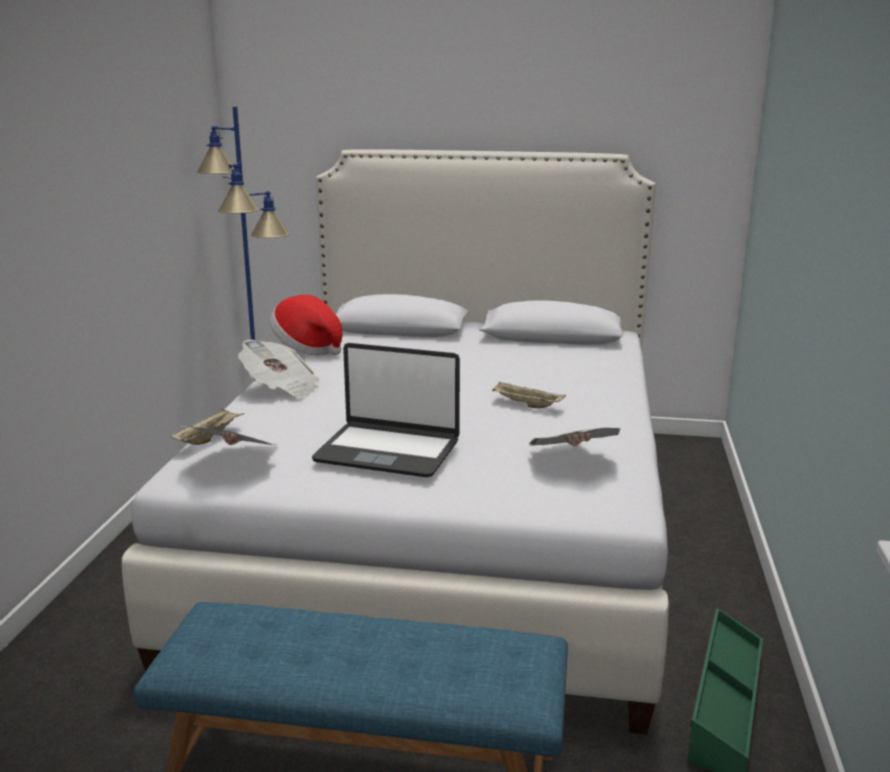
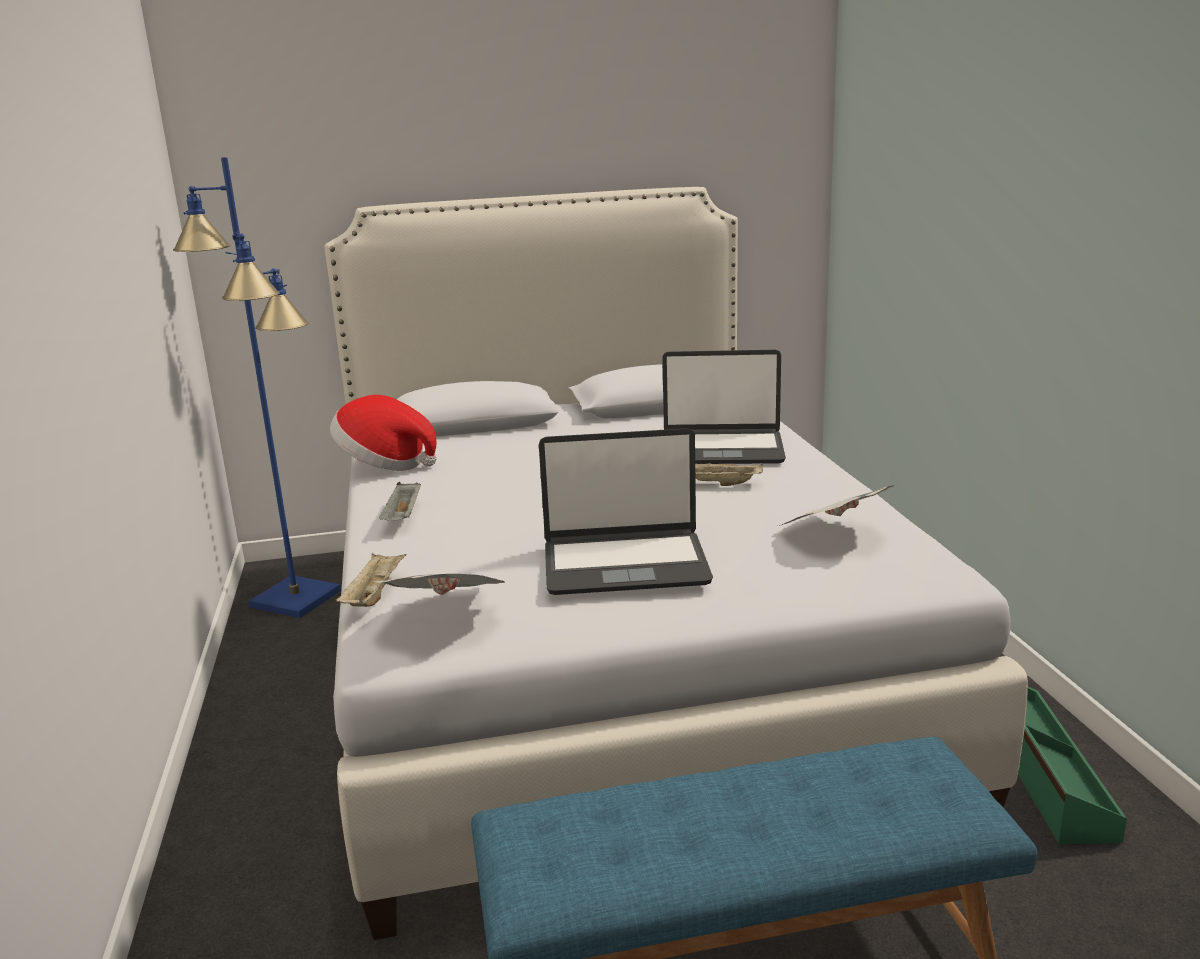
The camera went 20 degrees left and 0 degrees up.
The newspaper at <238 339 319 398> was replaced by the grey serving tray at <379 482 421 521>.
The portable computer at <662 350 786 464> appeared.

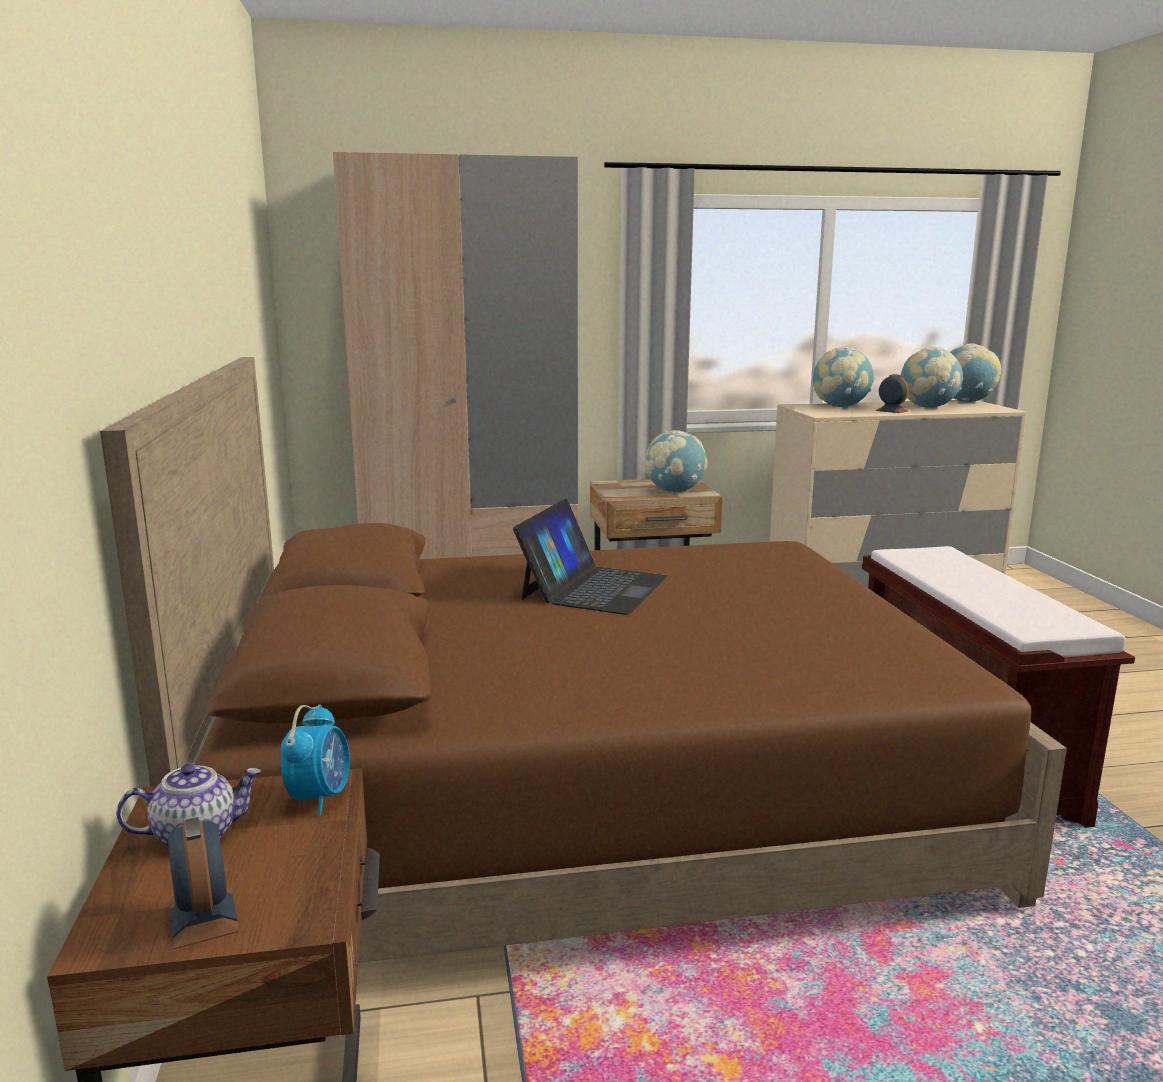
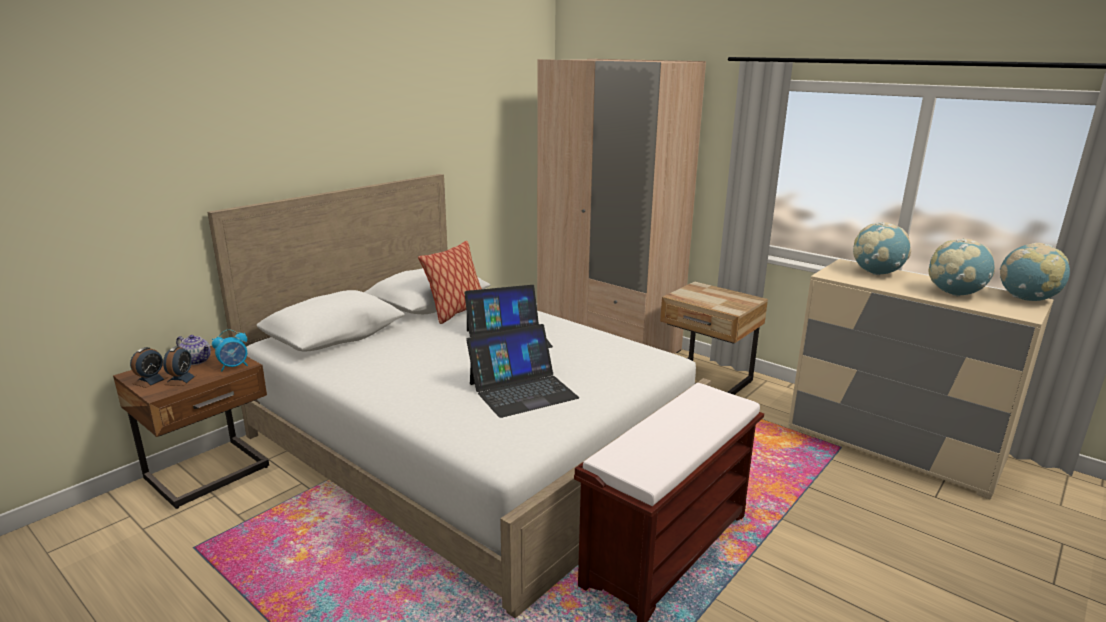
The camera went 50 degrees right and 5 degrees up.
The table clock moved from <876 374 909 413> to <163 346 198 386>.
The brown-coloured bedroom bed at <100 357 1067 963> became the whitish bedroom bed at <207 174 711 618>.
The pillow at <418 241 482 324> appeared.
The portable computer at <466 324 579 418> appeared.
The globe at <645 430 707 494> disappeared.

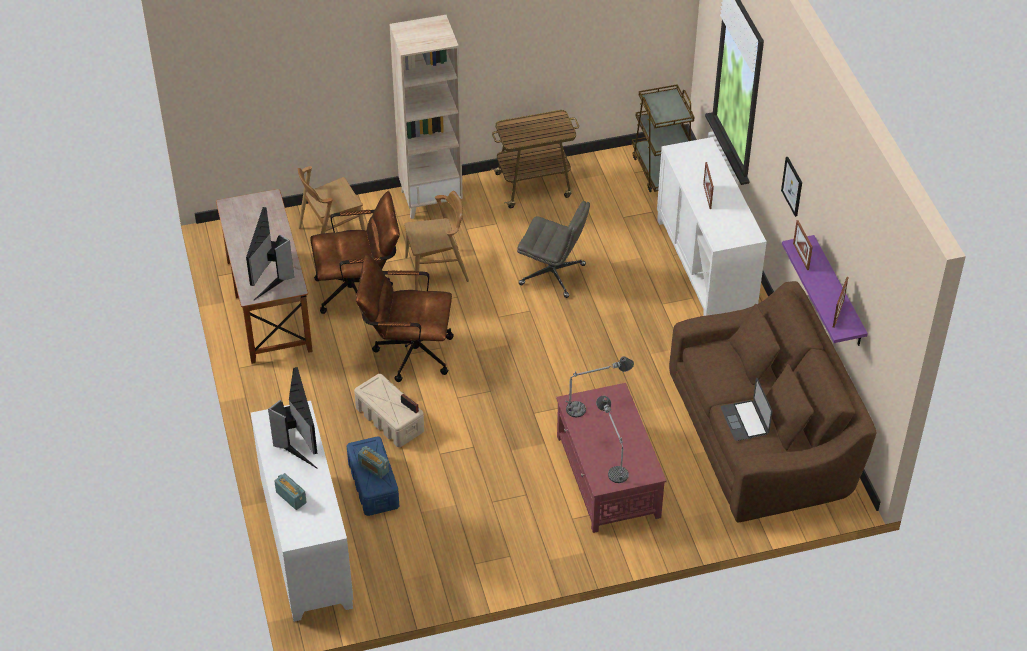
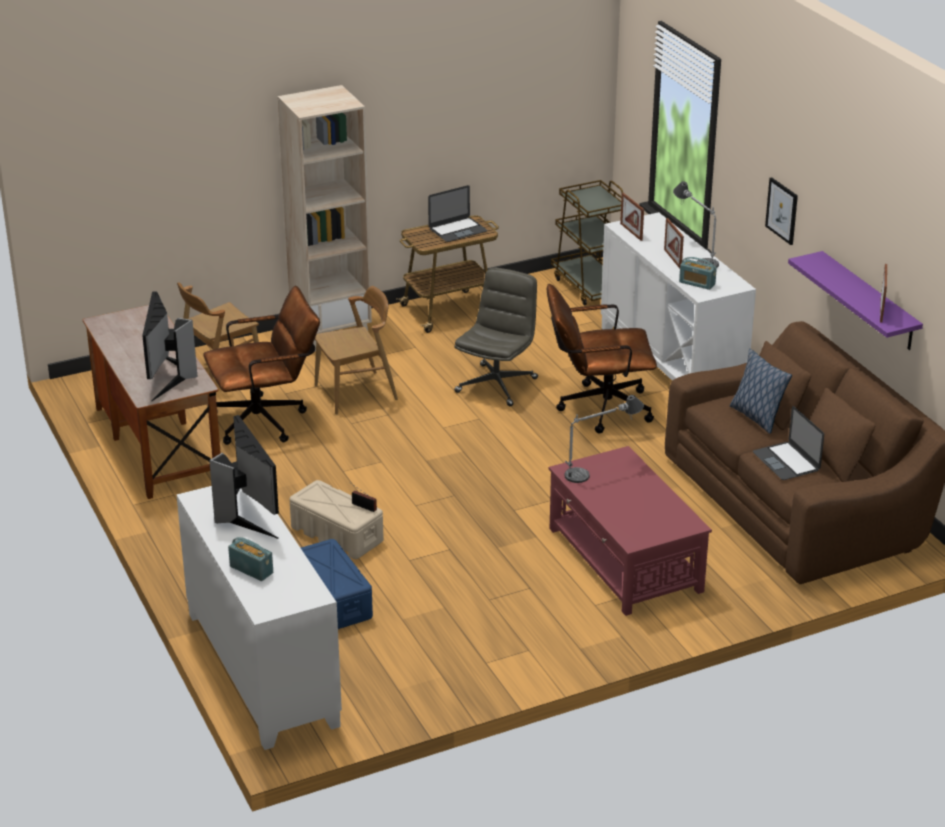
The camera went 10 degrees left and 15 degrees down.
The portable computer at <428 185 487 242> appeared.
The grey computer chair at <517 201 590 298> turned 75 degrees counterclockwise.
The brown-coloured computer chair moved from <356 254 454 382> to <547 284 657 433>.
The standing frame moved from <793 220 813 270> to <620 193 644 241>.
The table lamp moved from <596 396 629 483> to <673 181 719 268>.
The radio moved from <358 446 389 479> to <679 257 717 290>.
The pillow at <730 349 792 434> appeared.

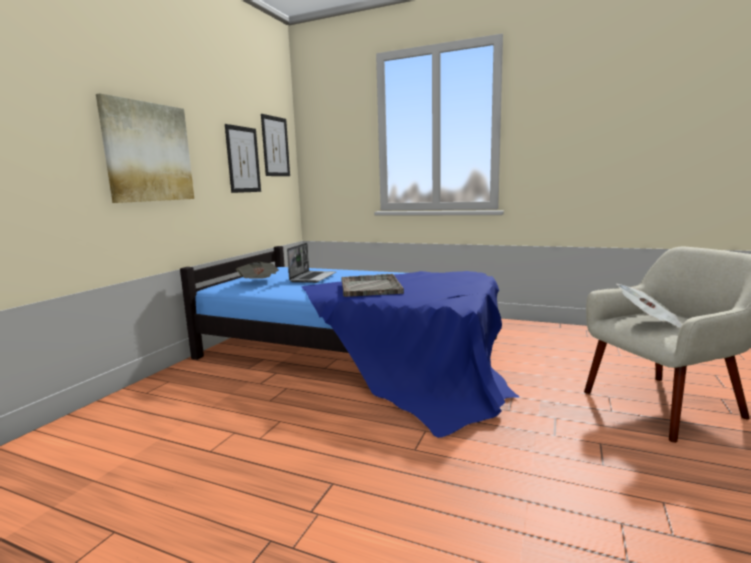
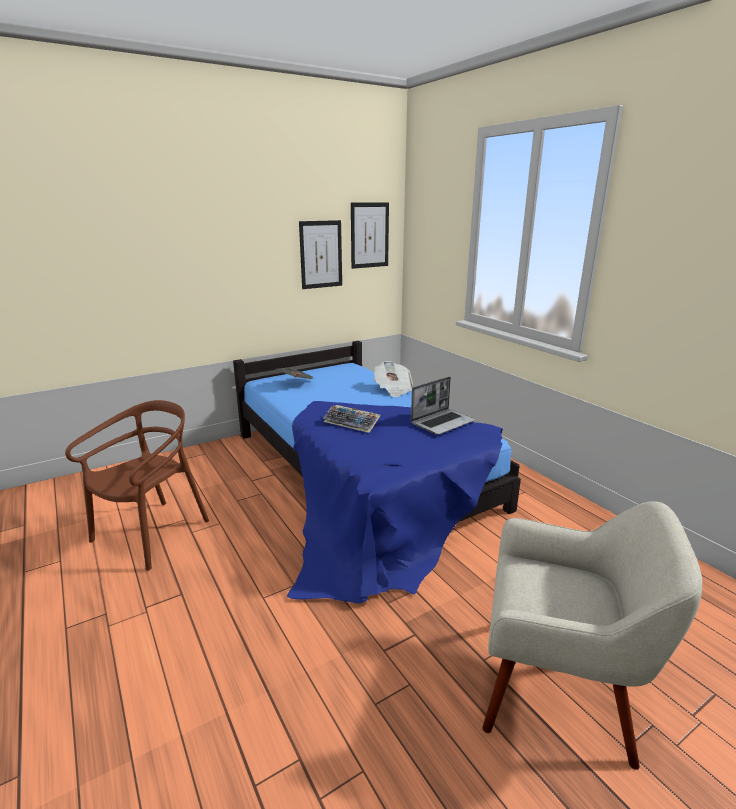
The camera went 35 degrees right and 10 degrees up.
The brown-coloured chair at <65 400 209 571> appeared.
The grey serving tray at <341 274 404 297> was replaced by the PC keyboard at <323 405 381 433>.
The newspaper moved from <616 284 682 328> to <374 361 413 397>.
The portable computer moved from <287 243 336 283> to <411 376 475 435>.
The wall picture at <96 93 194 203> disappeared.

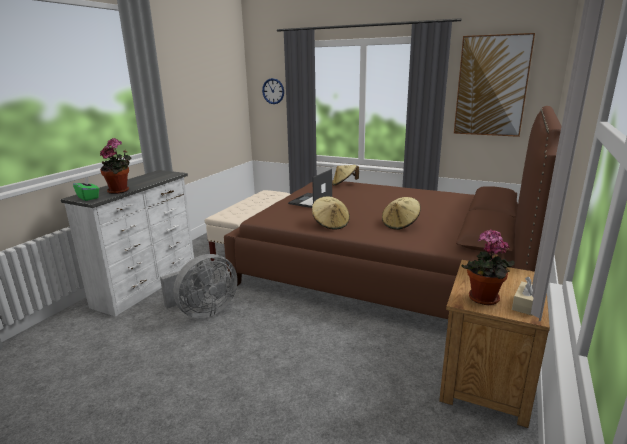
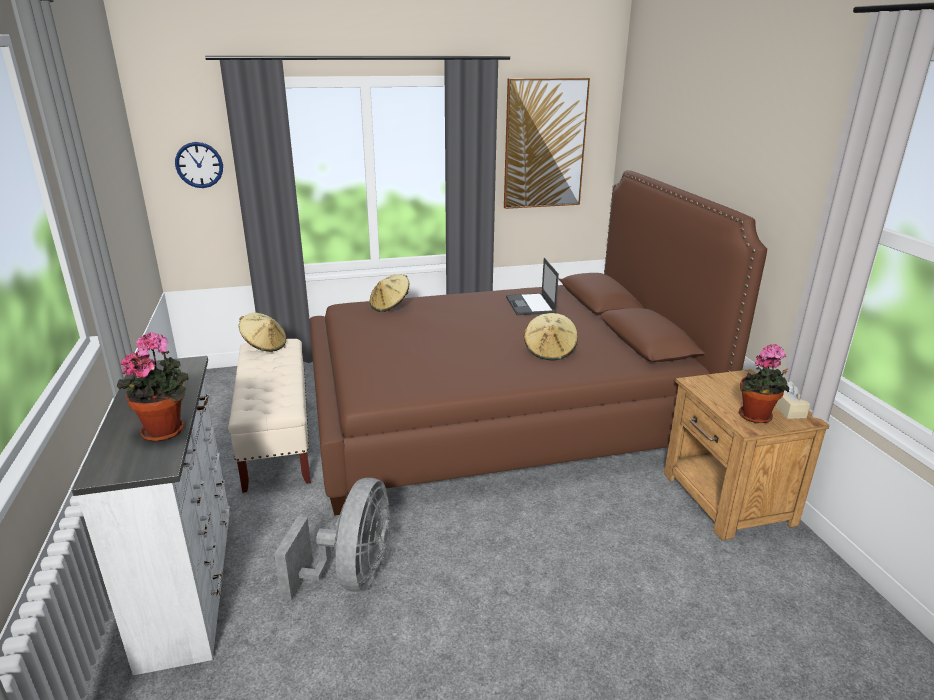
The camera went 40 degrees left and 5 degrees up.
The beige wearable hat moved from <312 197 350 229> to <239 313 286 352>.
The portable computer moved from <288 169 332 208> to <506 258 559 315>.
The green tissue box at <73 177 99 201> disappeared.

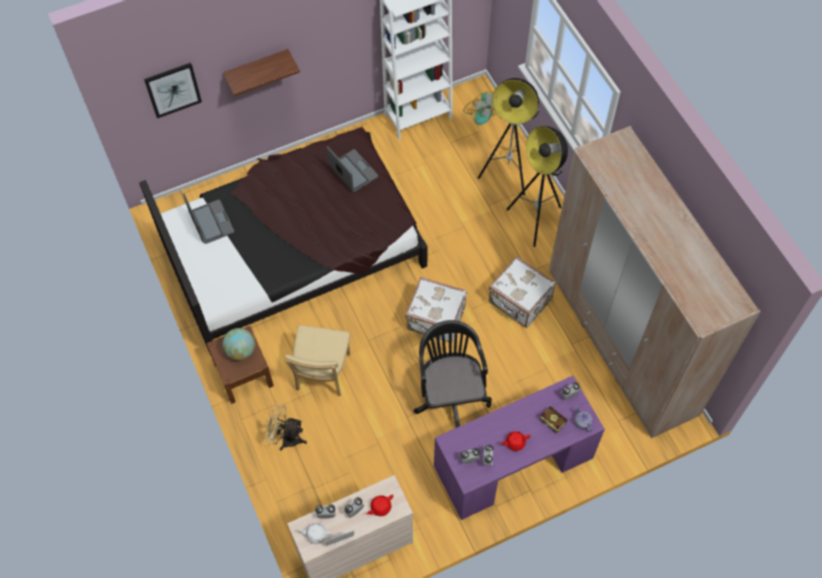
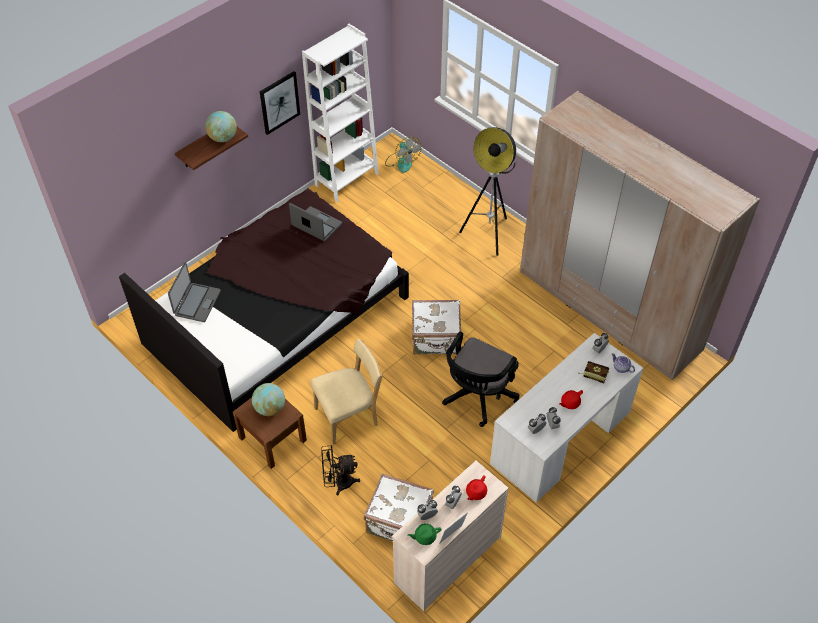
The camera went 20 degrees left and 10 degrees down.
The portable computer at <183 194 234 244> turned 60 degrees clockwise.
The globe at <205 111 237 142> appeared.
The wall picture moved from <144 63 202 118> to <260 71 300 135>.
The beige chair at <285 325 350 396> turned 105 degrees counterclockwise.
The beige electric fan at <265 404 307 450> became the blackish electric fan at <321 445 360 496>.
The whitish travel case moved from <489 256 556 328> to <364 473 433 541>.
The whitish tea pot at <298 523 332 544> became the green tea pot at <408 523 442 545>.
The blackish computer chair at <414 320 492 428> turned 120 degrees counterclockwise.
The purple-coloured desk at <434 376 605 520> became the whitish desk at <490 333 643 503>.
The standing lamp at <478 78 540 195> disappeared.

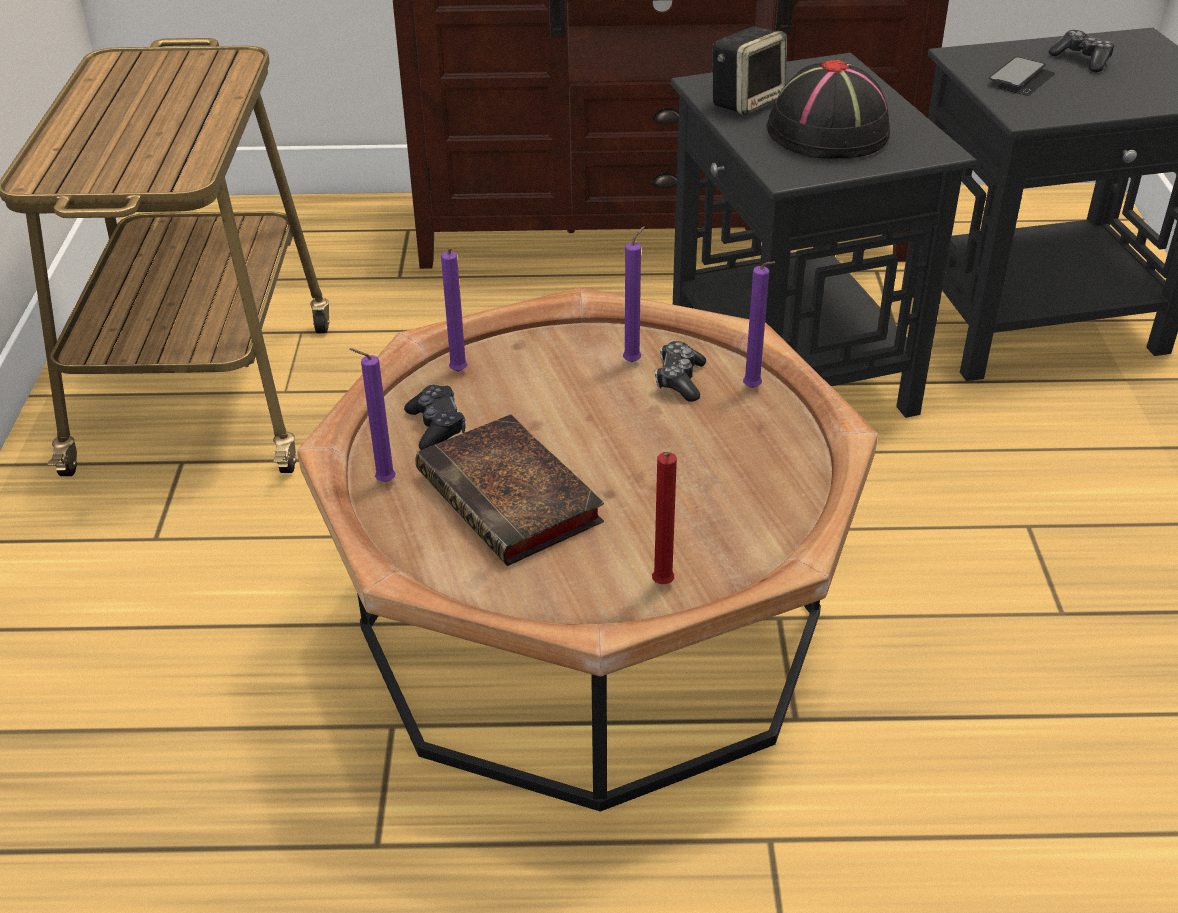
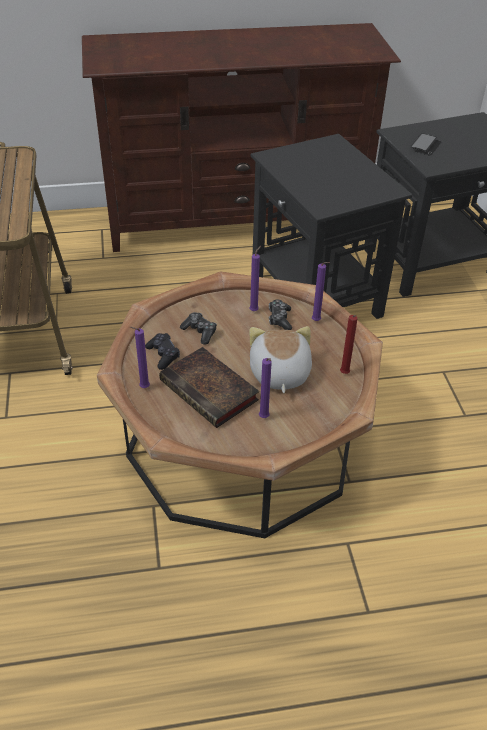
The camera went 10 degrees left and 5 degrees up.
The gamepad moved from <1049 30 1115 72> to <180 312 217 345>.
The cuddly toy at <249 326 312 393> appeared.
The purple-coloured candle moved from <441 248 468 372> to <259 358 272 418>.
The red candle moved from <652 452 677 584> to <340 315 358 374>.
The audio speaker at <713 26 787 115> disappeared.
The blackish wearable hat at <766 60 890 159> disappeared.

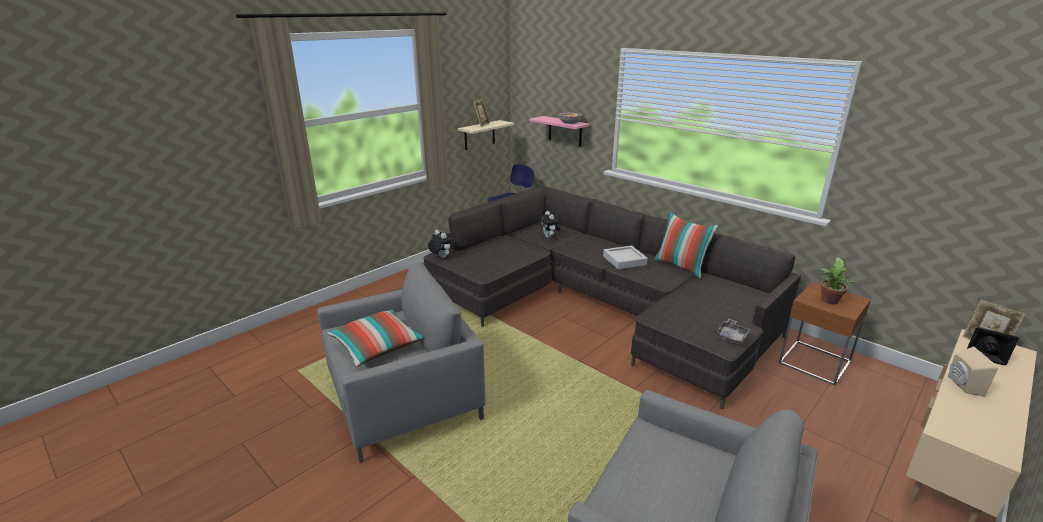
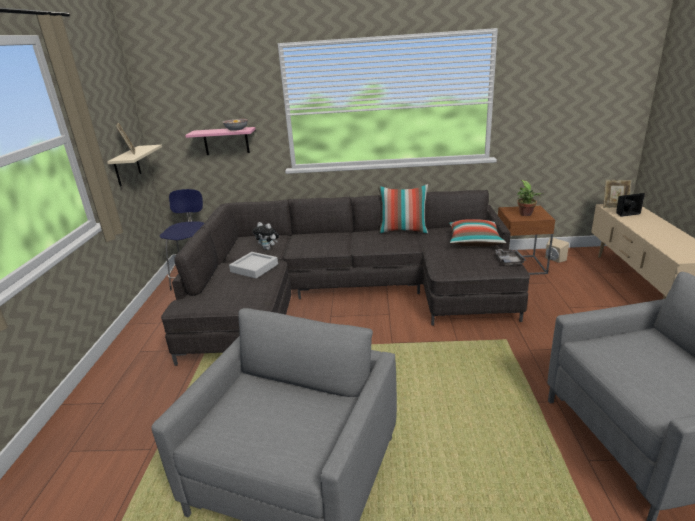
The camera went 40 degrees left and 0 degrees up.
The grey serving tray moved from <603 246 648 269> to <229 252 278 278>.
The pillow moved from <327 310 425 367> to <449 219 506 247>.
The beige audio speaker moved from <948 346 998 397> to <545 237 569 263>.
The cuddly toy at <428 230 453 258> disappeared.

